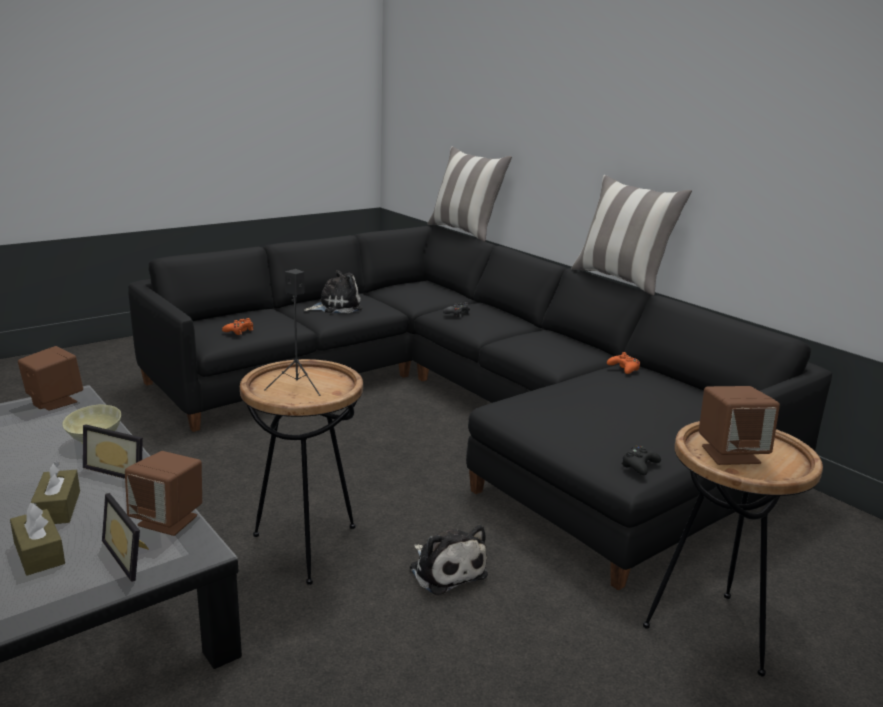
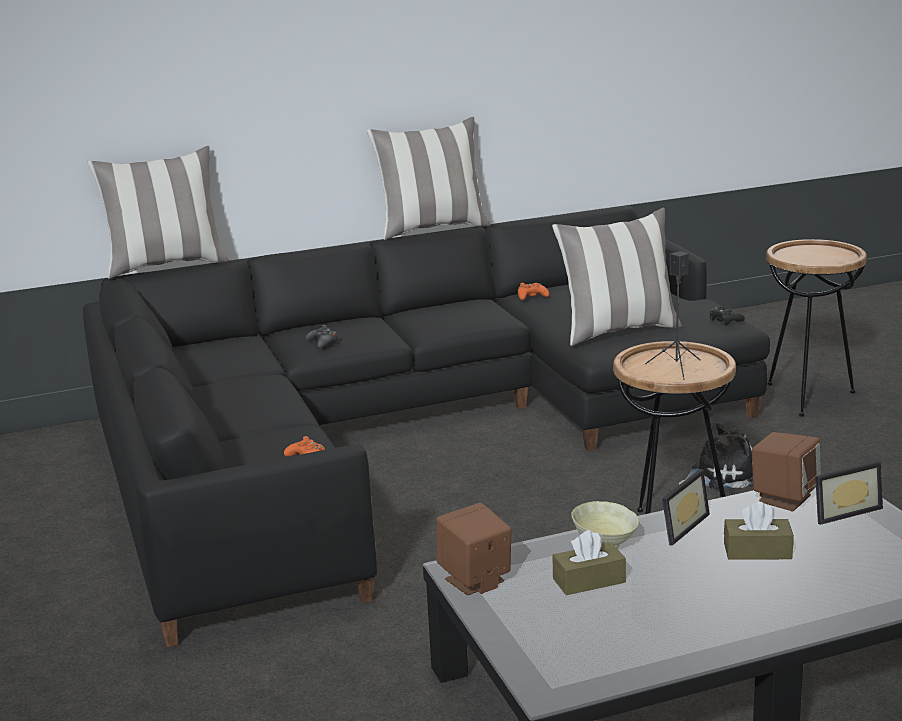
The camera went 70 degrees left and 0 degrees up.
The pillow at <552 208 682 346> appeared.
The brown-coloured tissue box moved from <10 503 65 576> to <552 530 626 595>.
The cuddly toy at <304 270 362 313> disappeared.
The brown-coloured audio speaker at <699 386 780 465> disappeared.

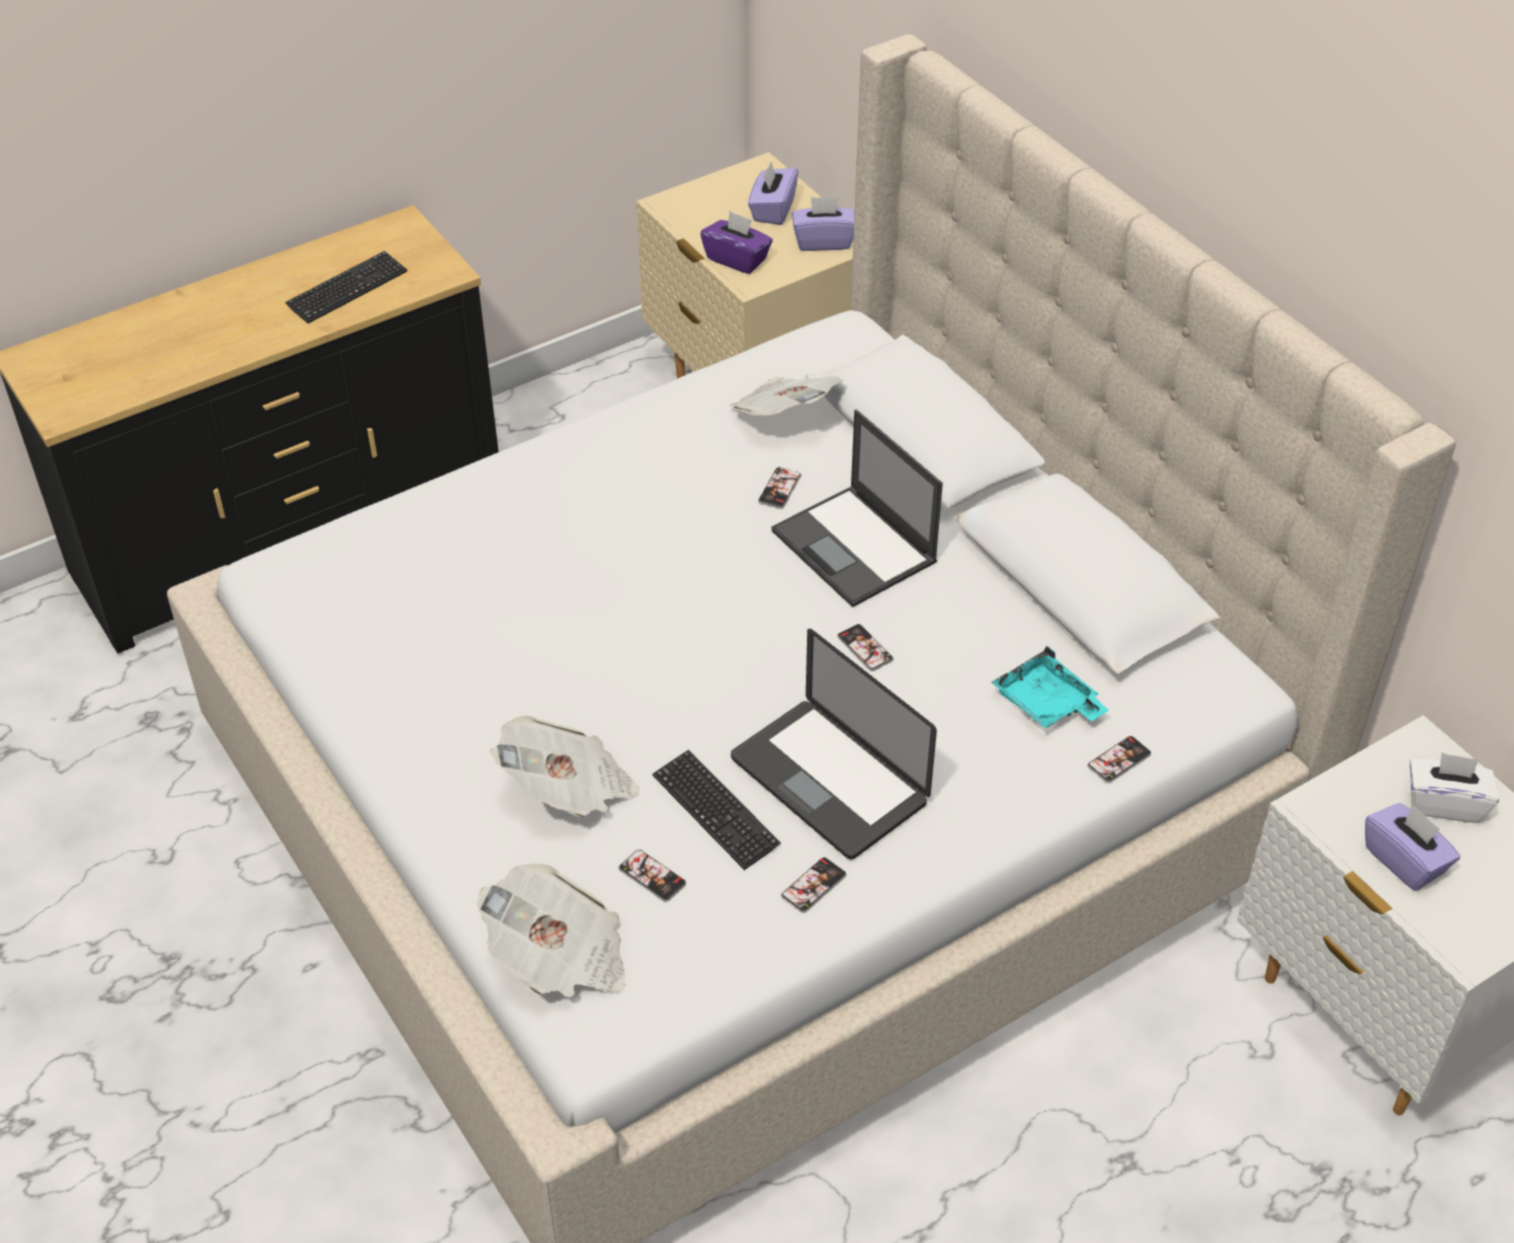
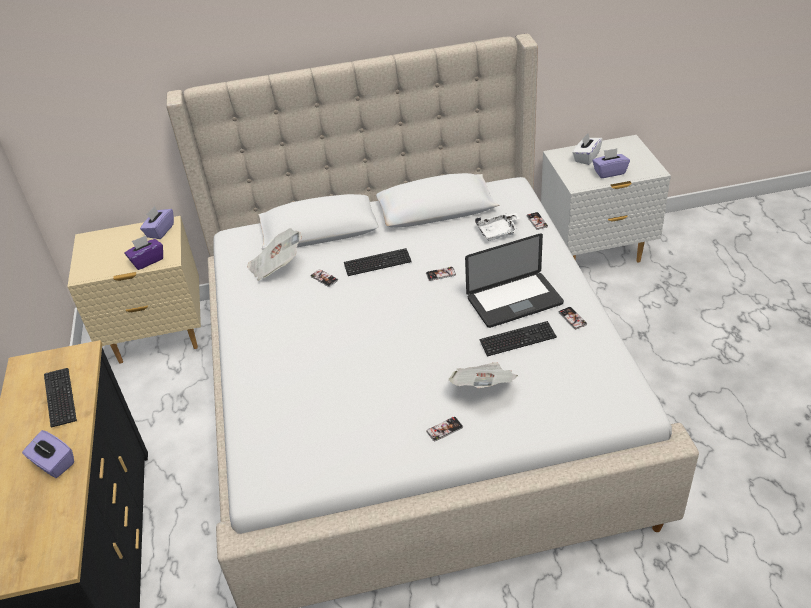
The camera went 65 degrees left and 5 degrees down.
The purple-coloured tissue box moved from <748 162 798 225> to <22 430 74 478>.
The portable computer at <771 409 943 607> was replaced by the PC keyboard at <344 248 412 276>.
The phone moved from <619 849 686 902> to <426 417 463 441>.
The blue-green serving tray at <991 645 1109 728> became the whitish serving tray at <475 213 520 241>.
The newspaper at <477 863 626 998> disappeared.

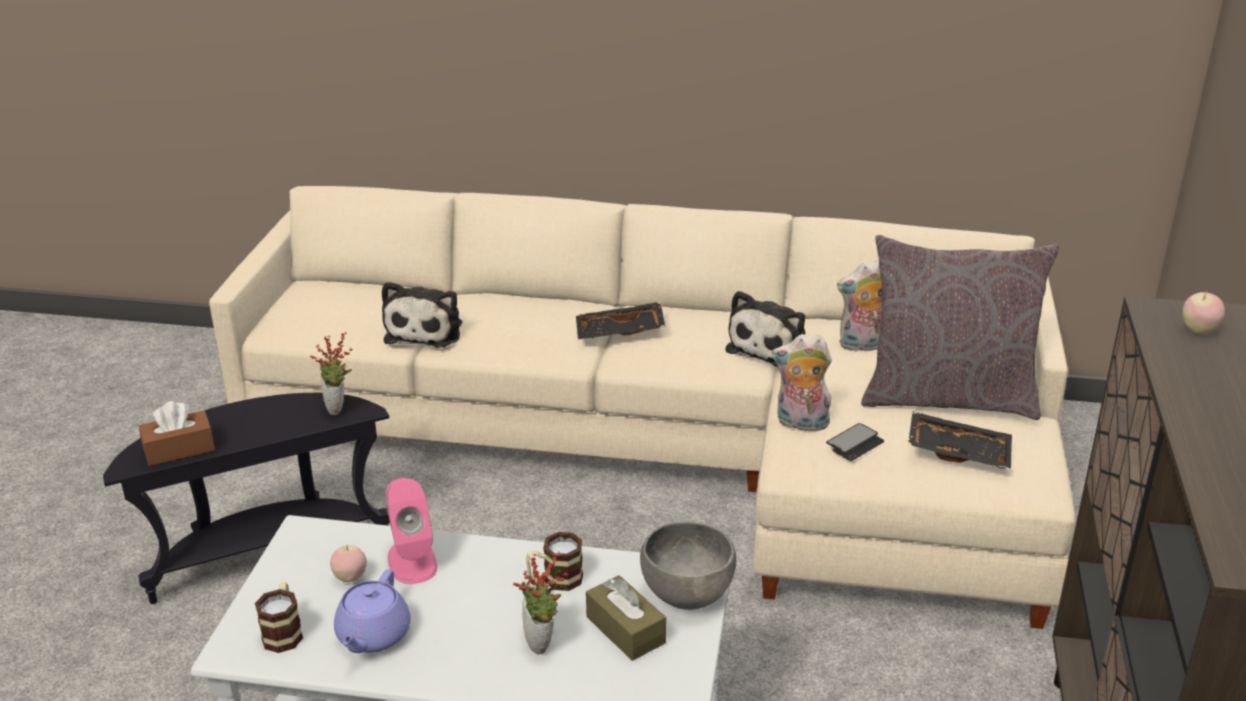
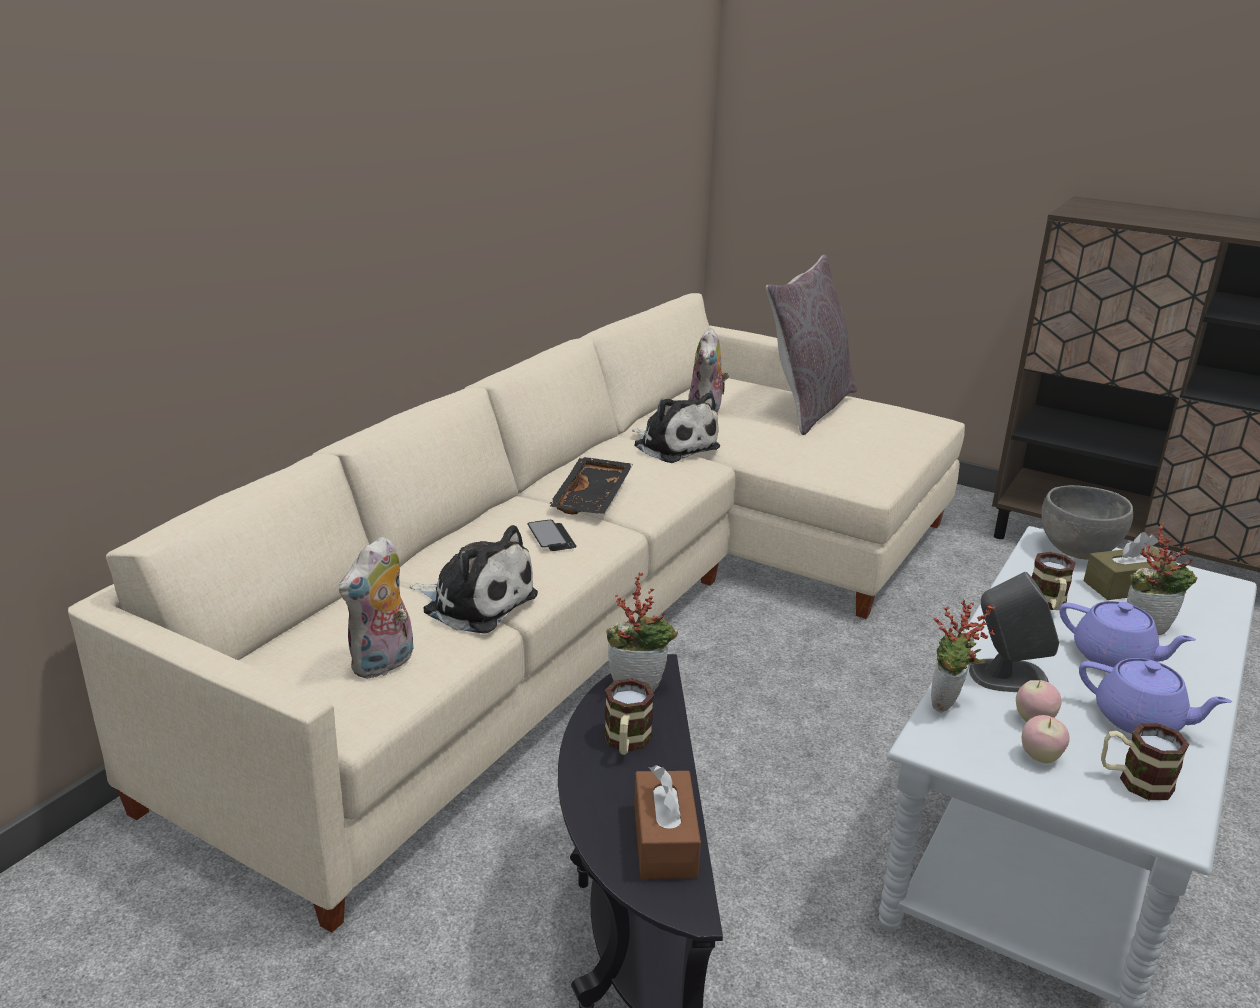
The camera went 70 degrees left and 5 degrees down.
The cuddly toy moved from <772 334 834 431> to <339 536 414 679>.
The phone moved from <826 423 884 461> to <527 520 577 551>.
The coffee mug at <604 678 654 755> appeared.
The potted plant at <931 600 996 712> appeared.
The pink-coloured audio speaker at <386 478 437 584> became the grey audio speaker at <969 572 1059 692>.
The apple moved from <1182 292 1225 334> to <1022 715 1070 763>.
The purple-coloured tea pot at <1060 601 1196 667> appeared.
The blackish serving tray at <908 411 1012 470> disappeared.

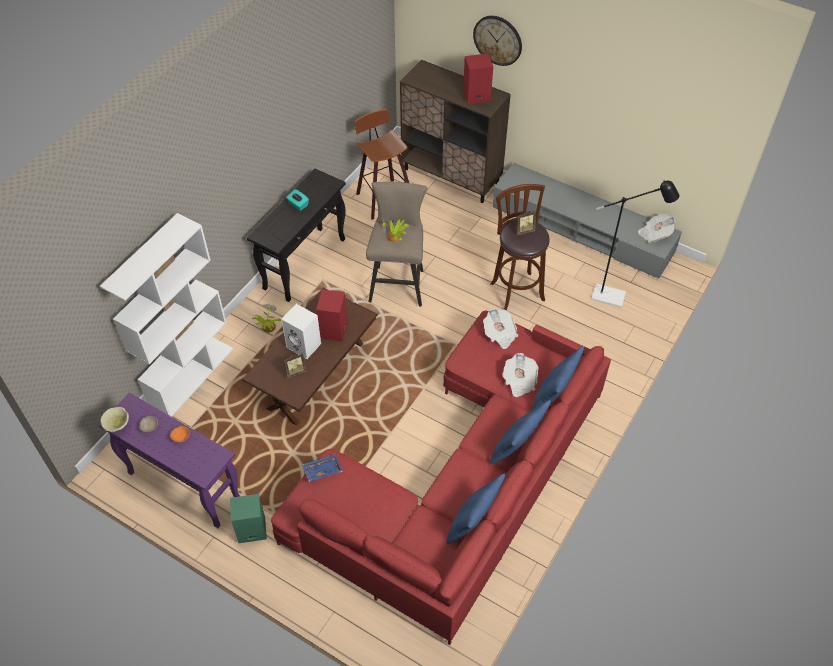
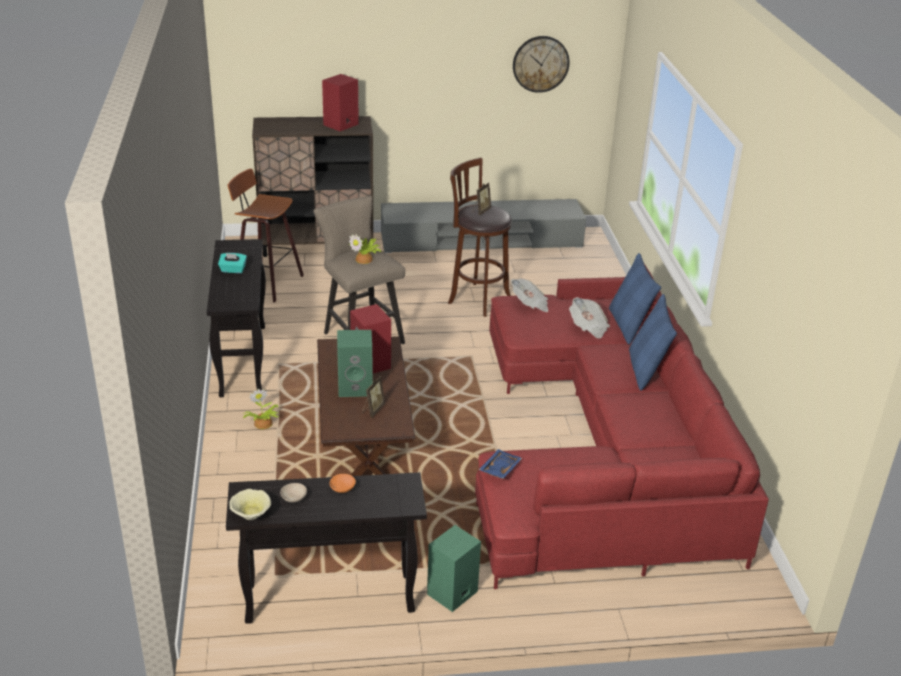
The camera went 40 degrees left and 20 degrees down.
The purple-coloured narrow table at <98 392 240 528> became the blackish narrow table at <226 472 427 624>.
The whitish audio speaker at <281 304 321 359> became the green audio speaker at <337 330 373 397>.
The wall clock moved from <473 16 522 66> to <513 36 570 93>.
The whitish shelving unit at <100 213 233 417> disappeared.
The blue-coloured pillow at <446 474 505 544> disappeared.
The blackish standing lamp at <591 180 679 308> disappeared.
The newspaper at <638 213 676 243> disappeared.

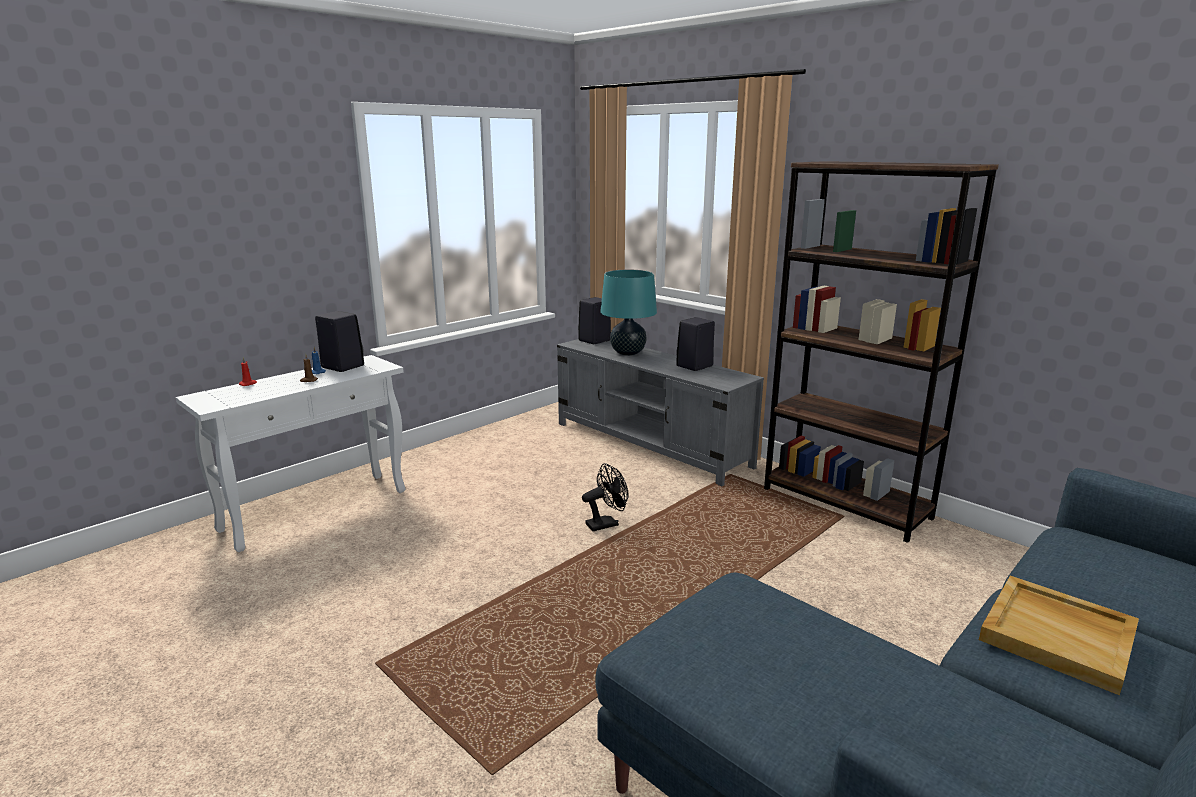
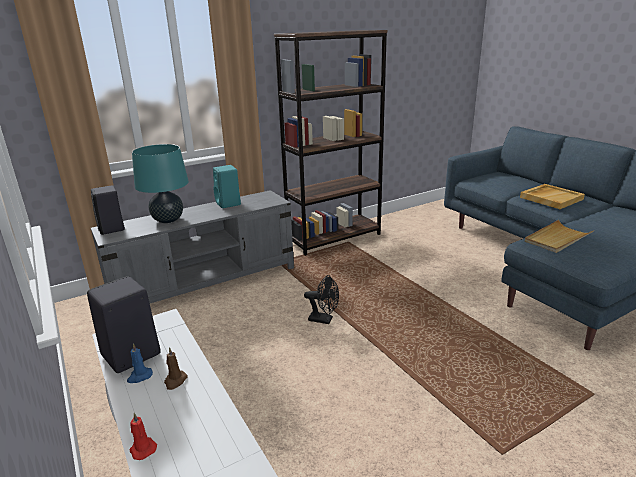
The camera went 75 degrees left and 5 degrees up.
The blackish audio speaker at <676 317 715 371> became the blue-green audio speaker at <213 165 241 208>.
The blackish electric fan at <582 463 629 531> turned 120 degrees clockwise.
The beige serving tray at <525 220 594 253> appeared.

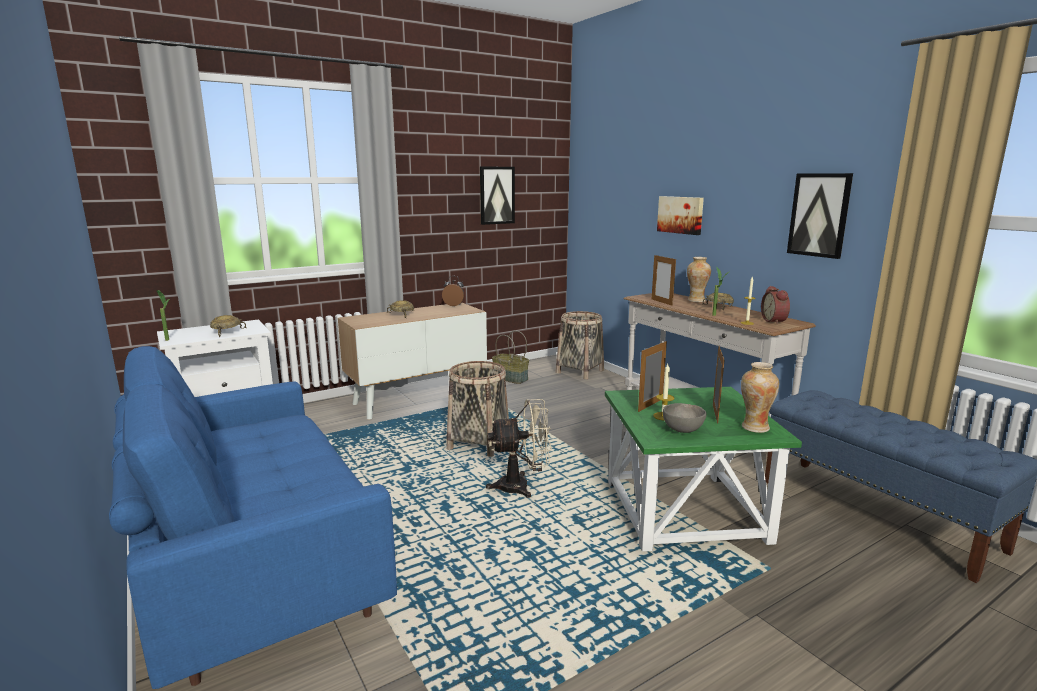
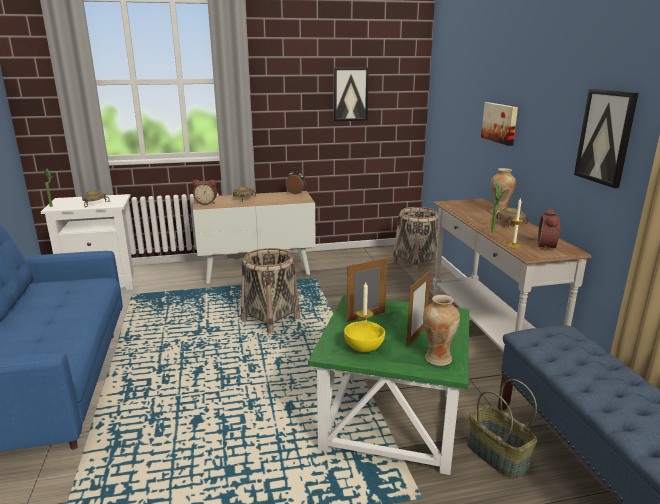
The camera went 20 degrees right and 5 degrees up.
The table clock at <193 180 217 205> appeared.
The grey bowl at <663 403 706 433> became the yellow bowl at <344 321 385 352>.
The storage basket moved from <492 331 529 384> to <467 379 537 479>.
The beige electric fan at <486 399 551 498> disappeared.
The standing frame at <652 254 676 306> disappeared.

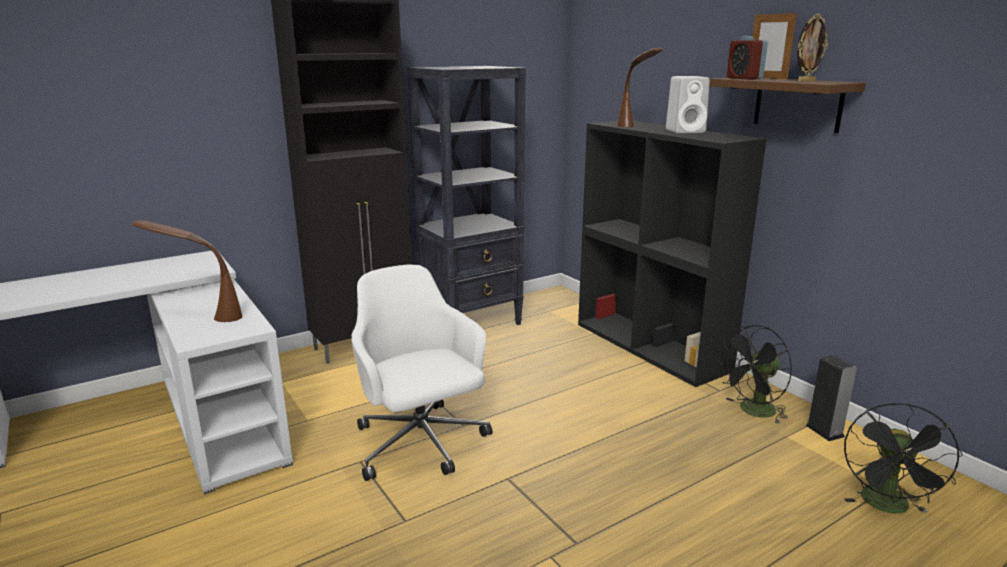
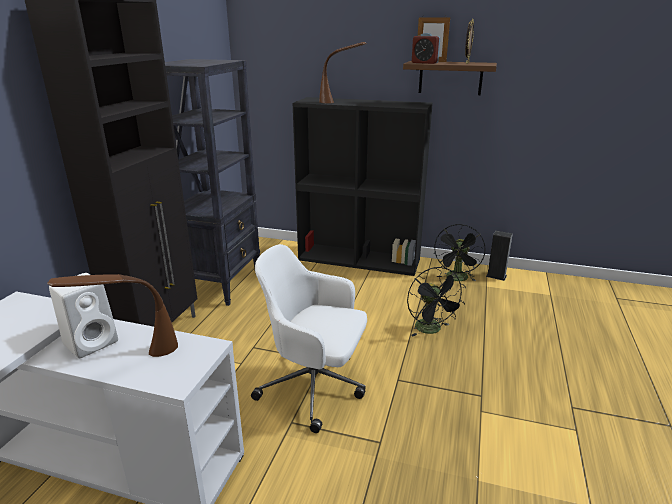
The camera went 40 degrees left and 5 degrees up.
The whitish audio speaker moved from <666 76 709 133> to <49 273 118 358>.
The blackish electric fan moved from <844 403 963 514> to <407 267 466 337>.

